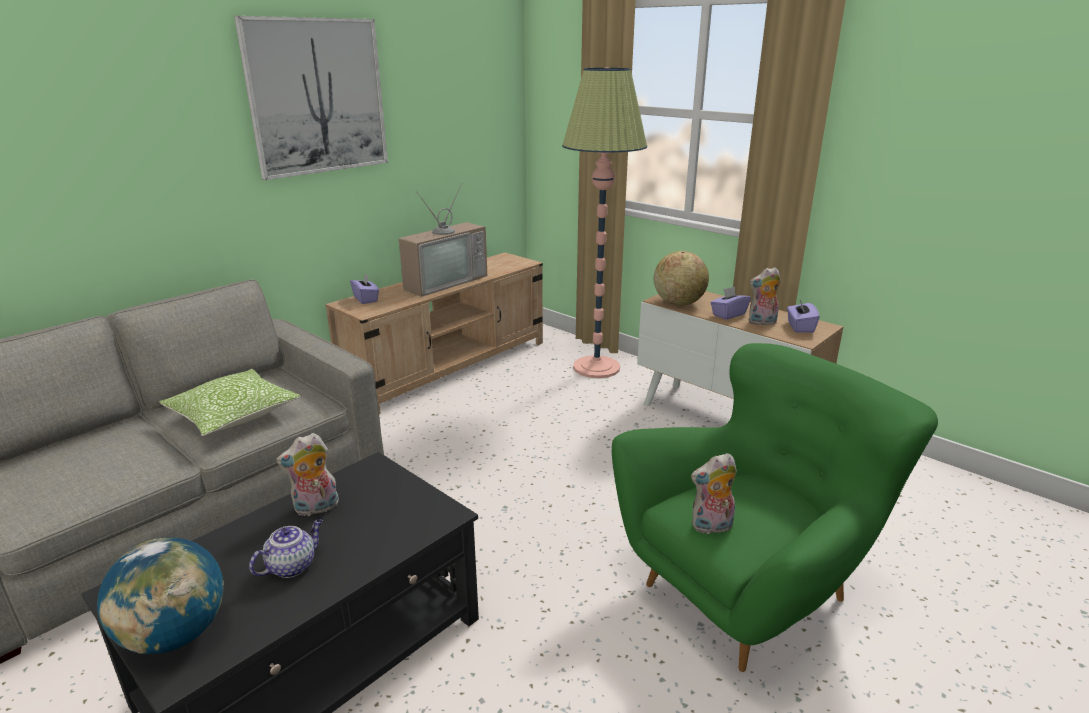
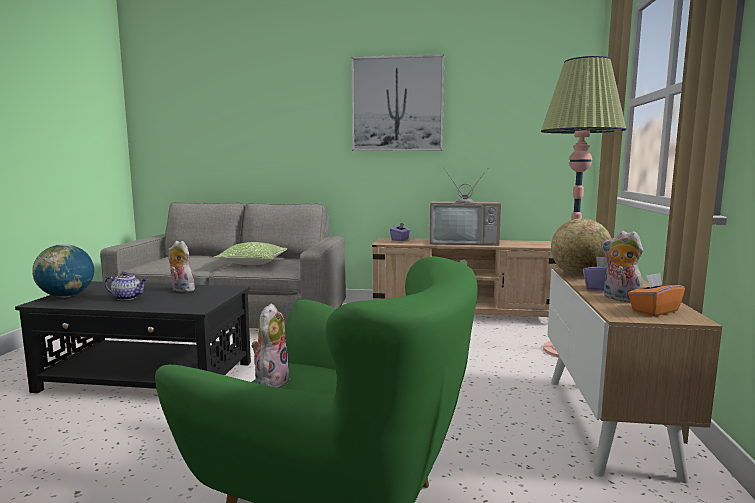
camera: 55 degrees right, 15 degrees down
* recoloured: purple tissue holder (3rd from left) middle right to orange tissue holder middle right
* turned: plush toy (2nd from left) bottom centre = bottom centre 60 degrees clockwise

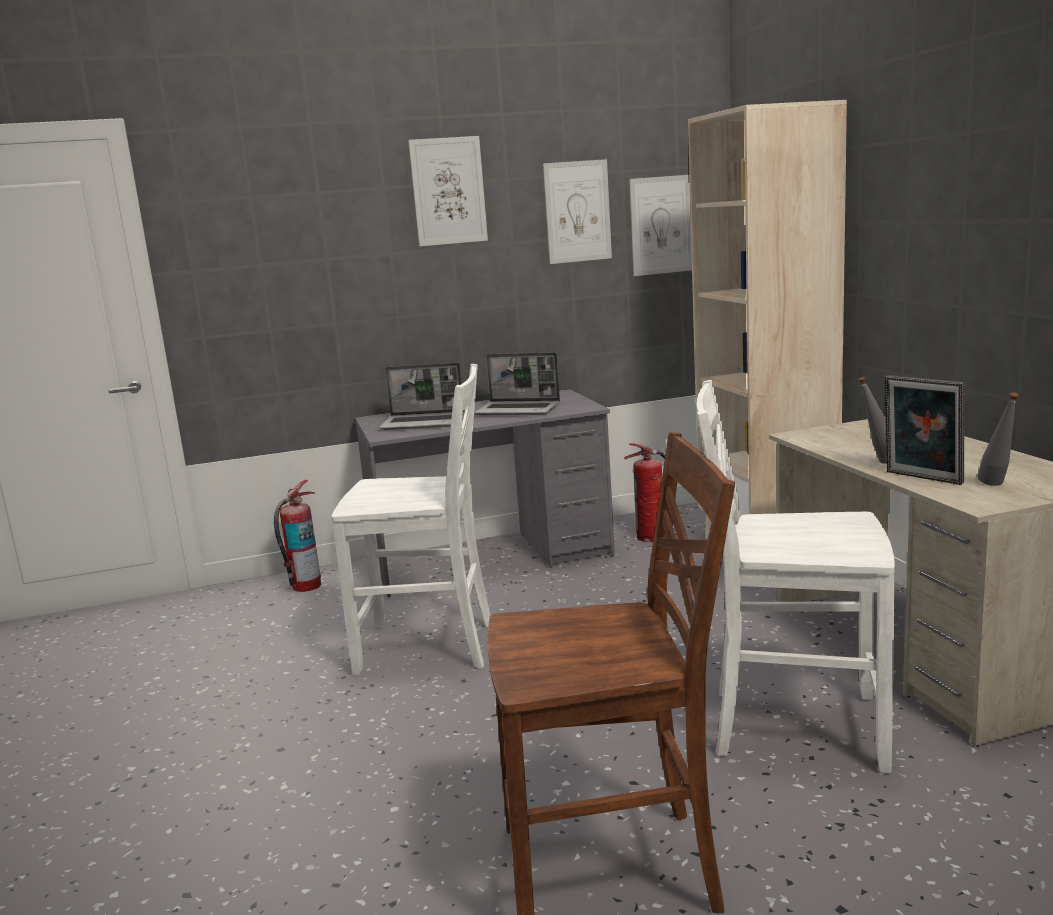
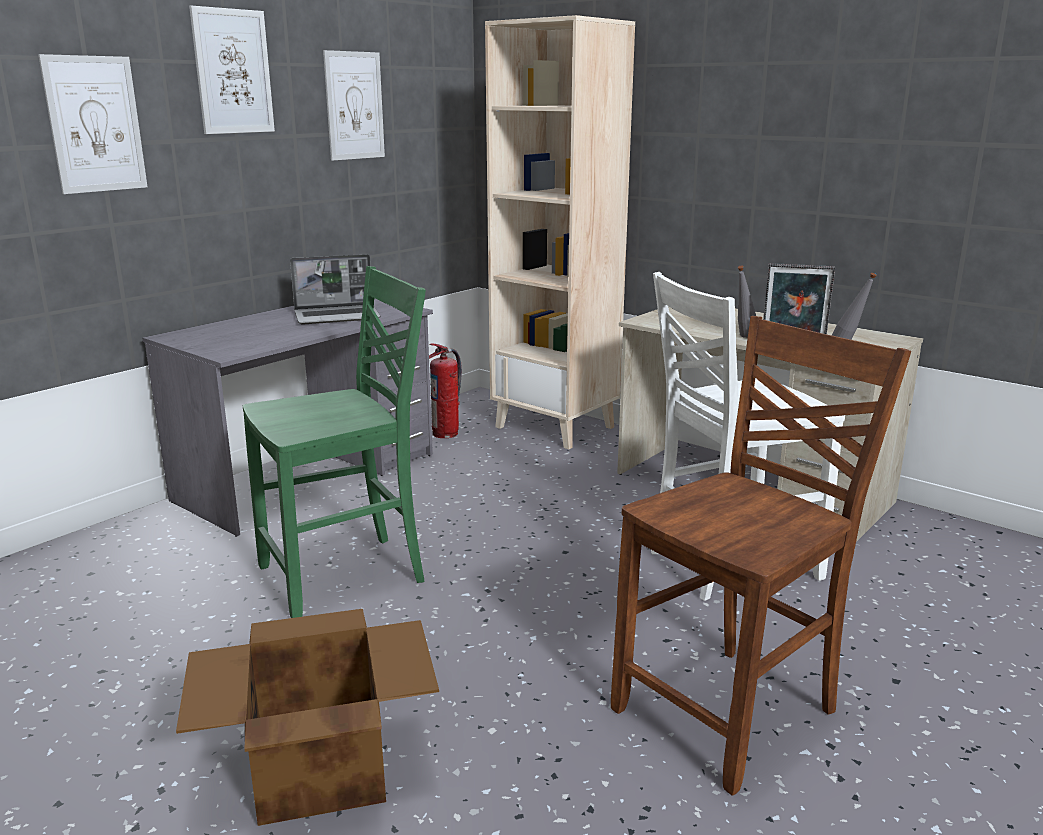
camera: 35 degrees left, 5 degrees up
* removed: fire-fighting cylinder (1st from left) middle left
* removed: notebook computer (1st from left) centre
* added: carton bottom left
* moved: wall art (3rd from left in the first image) top centre to wall art (1st from left) top left
* recoloured: whitish plain chair (1st from left) centre to green-coloured plain chair middle left

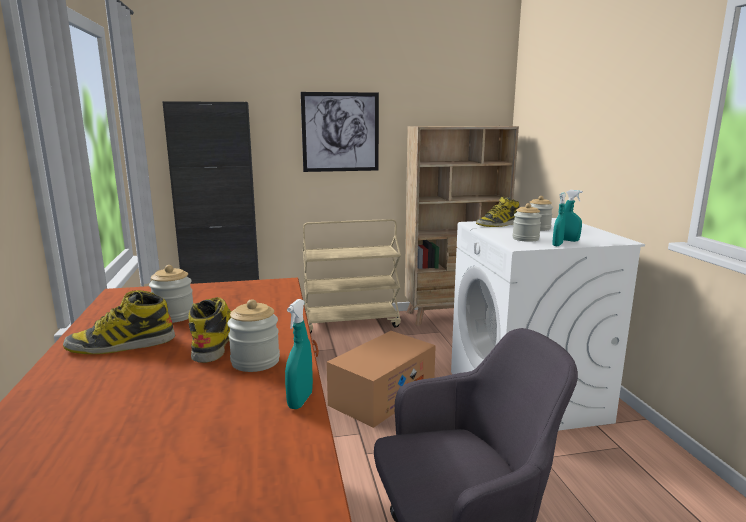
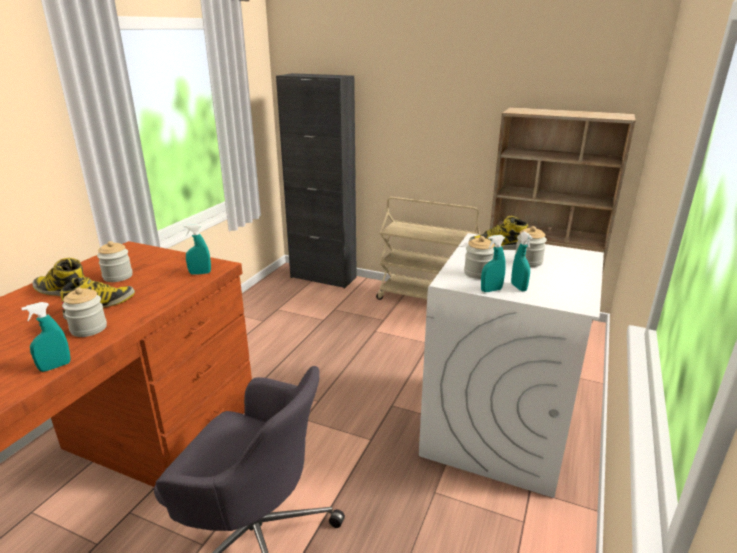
camera: 35 degrees right, 10 degrees up
* removed: wall art top centre
* removed: carton bottom centre
* added: blue-green spray bottle (2nd from left) middle left

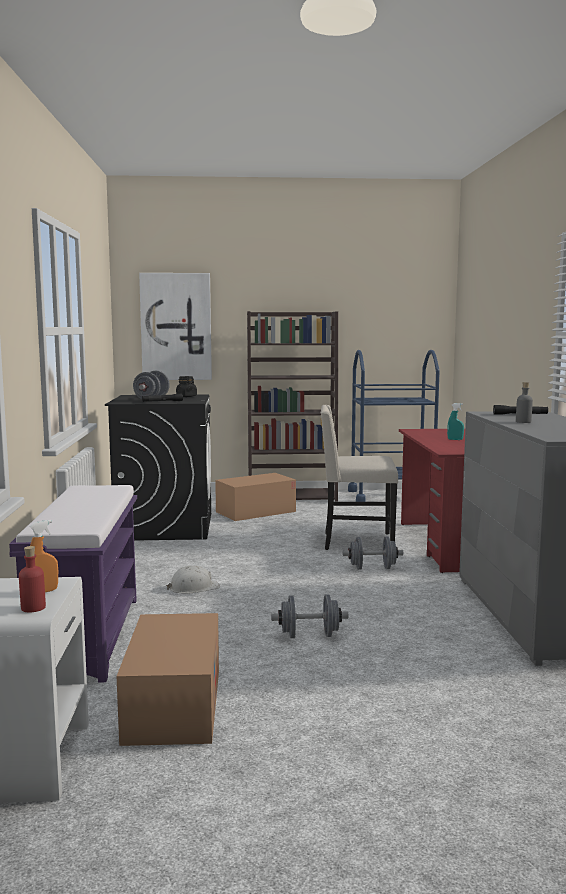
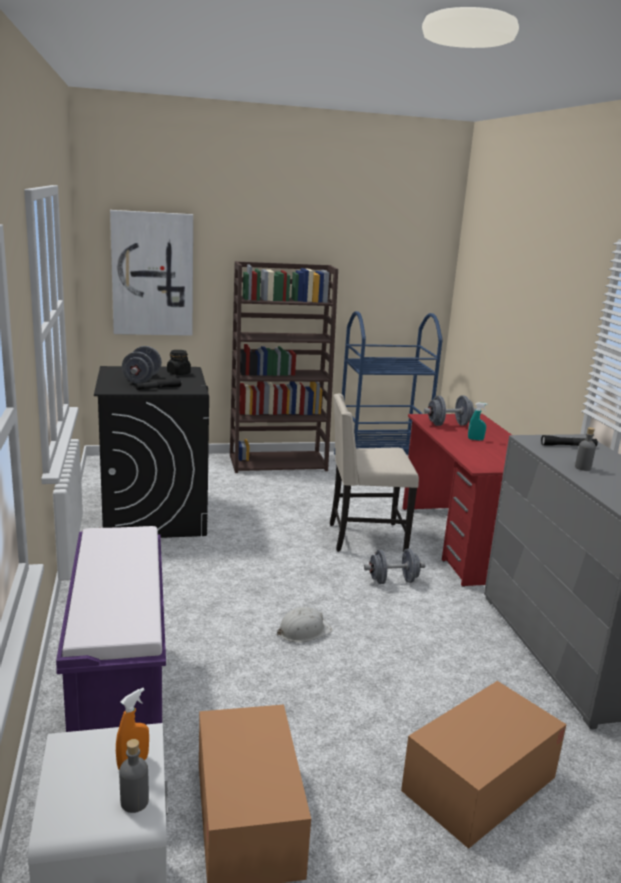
camera: 10 degrees left, 10 degrees up
* moved: whitish hard hat centre to bottom centre
* moved: carton (2nd from left) centre to bottom right
* moved: greyish dumbbell (2nd from left in the first image) bottom centre to greyish dumbbell (3rd from left) middle right
* recoloured: reddish bottle middle left to greyish bottle (1st from left) bottom left

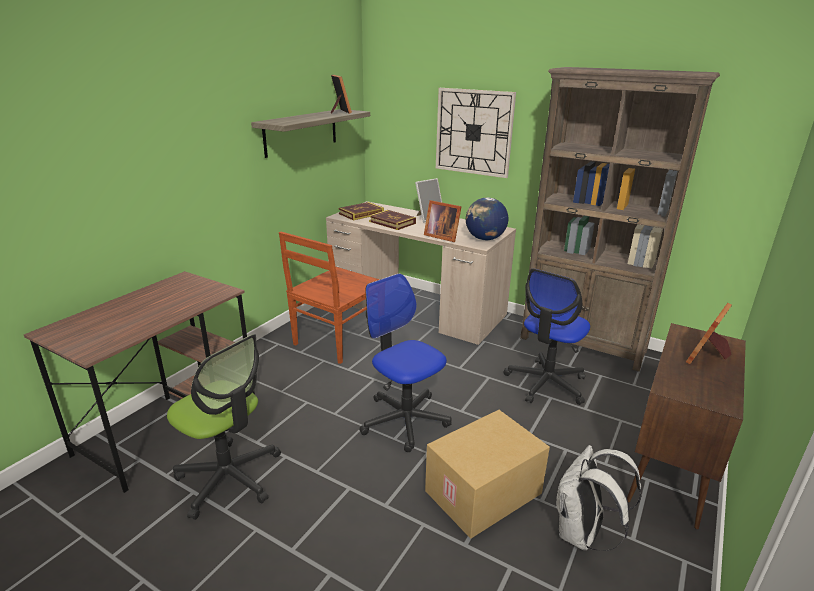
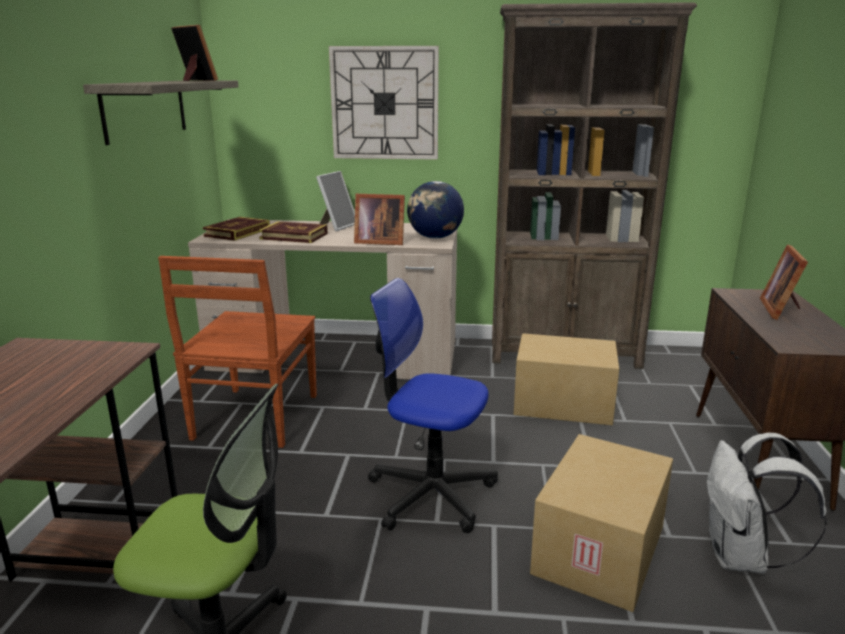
camera: 25 degrees left, 5 degrees down
* replaced: desk chair (3rd from left) middle right to carton (1st from left) middle right

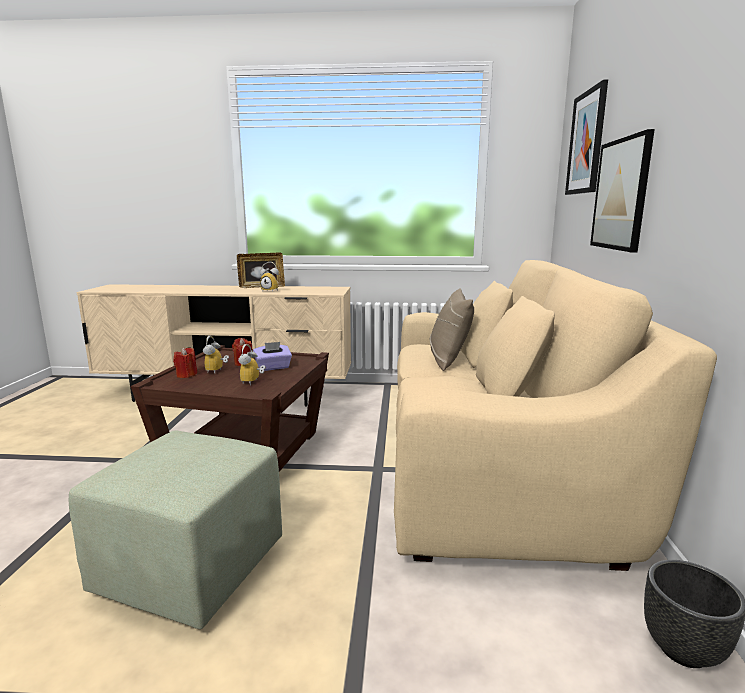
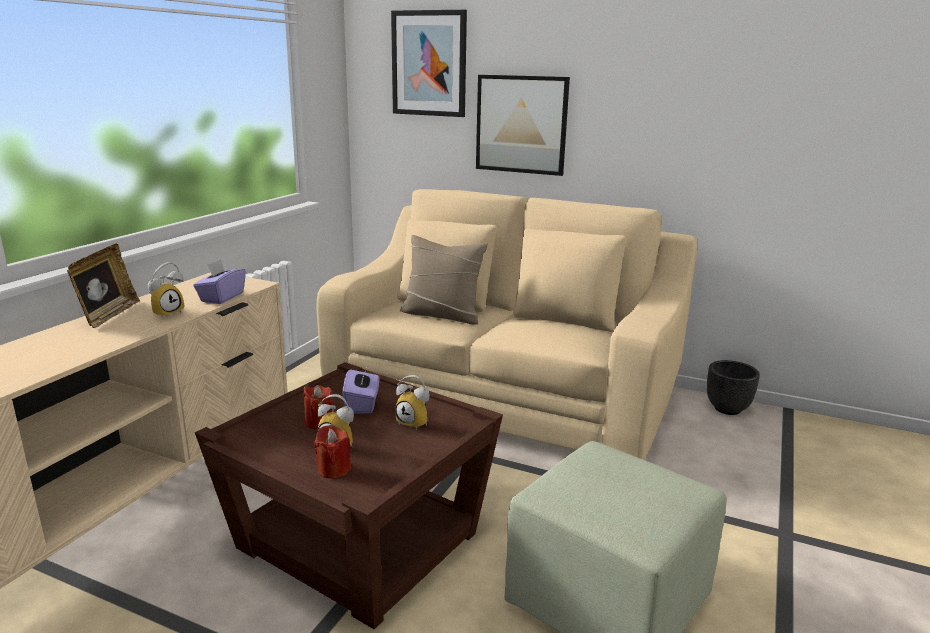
camera: 70 degrees left, 5 degrees up
* added: purple tissue holder (1st from left) middle left

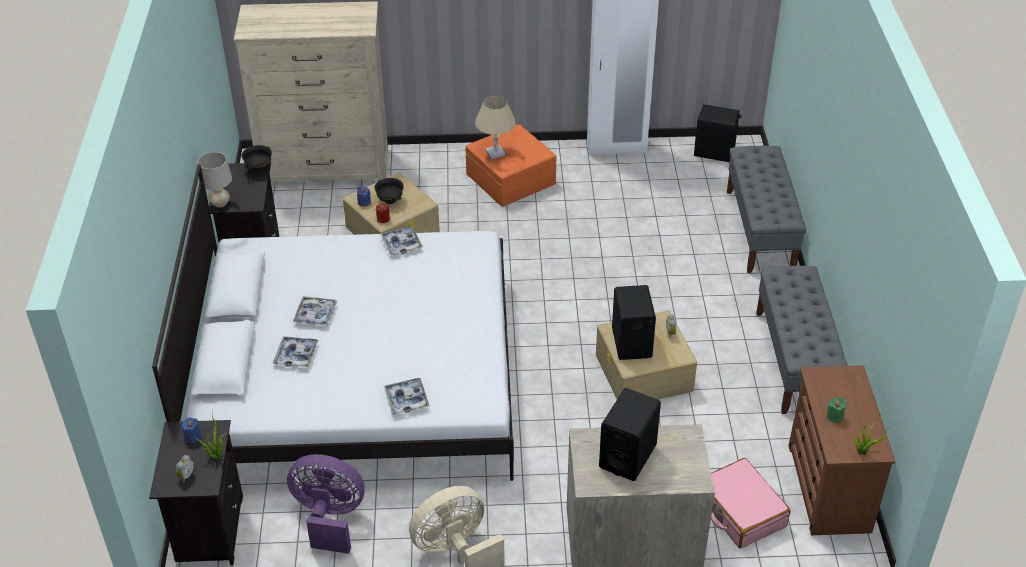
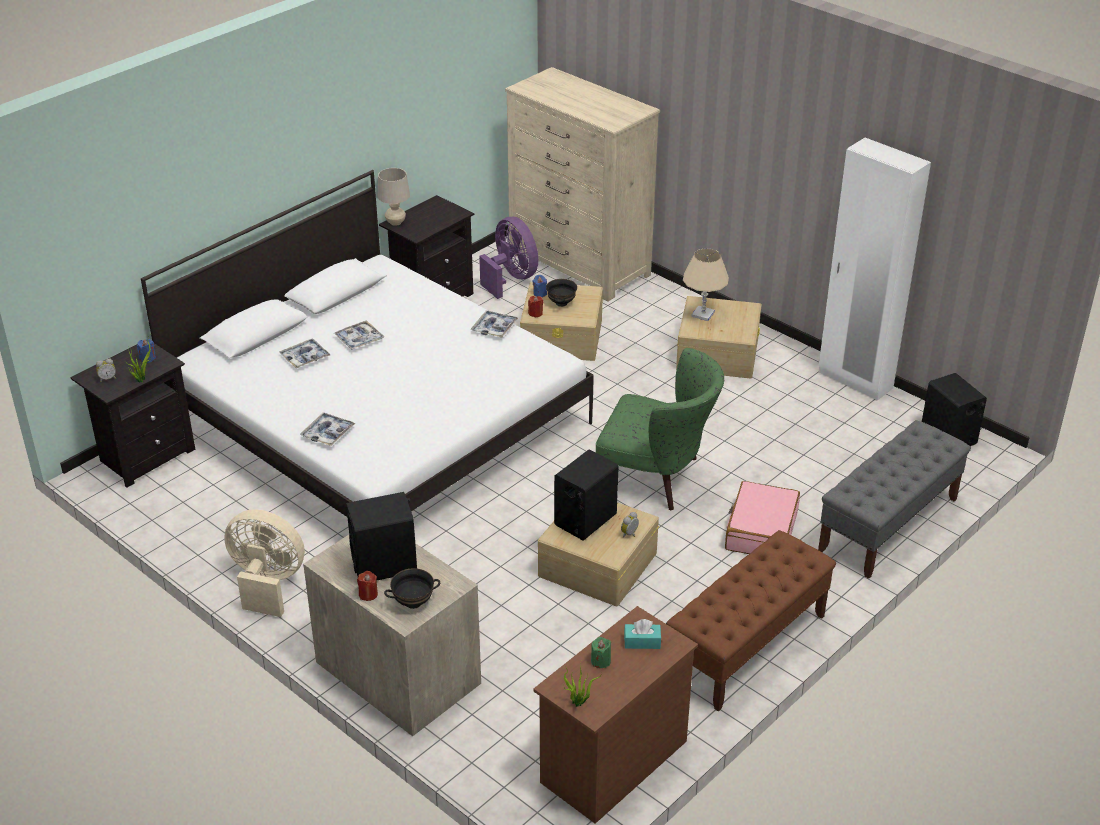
camera: 45 degrees right, 5 degrees down
* added: reddish candle (1st from left) bottom centre
* added: green-coloured lounge chair centre
* added: blue-green tissue holder bottom centre
* moved: blackish serving bowl (1st from left) top left to bottom centre
* moved: purple cooling fan bottom left to top centre
* moved: pink-coloured suitcase bottom right to middle right
* recoloured: orange storage box top centre to sand-coloured storage box (3rd from left) centre
* recoloured: greyish long seat (2nd from left) middle right to brownish long seat bottom right

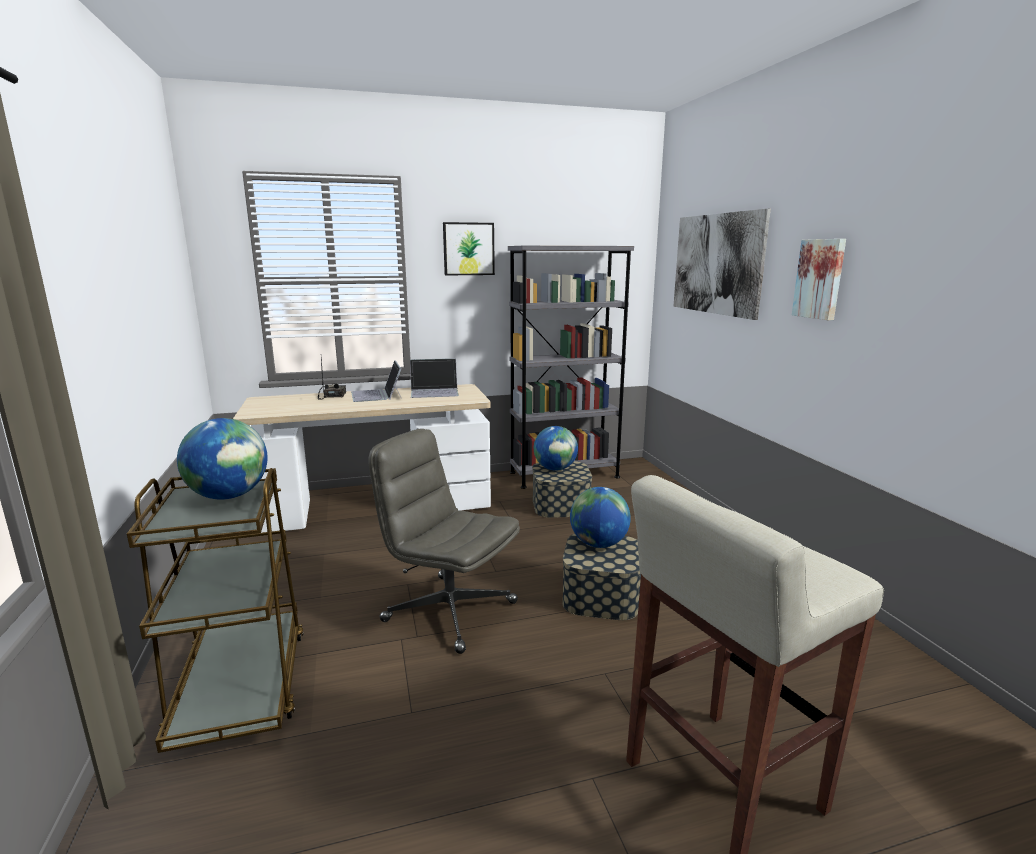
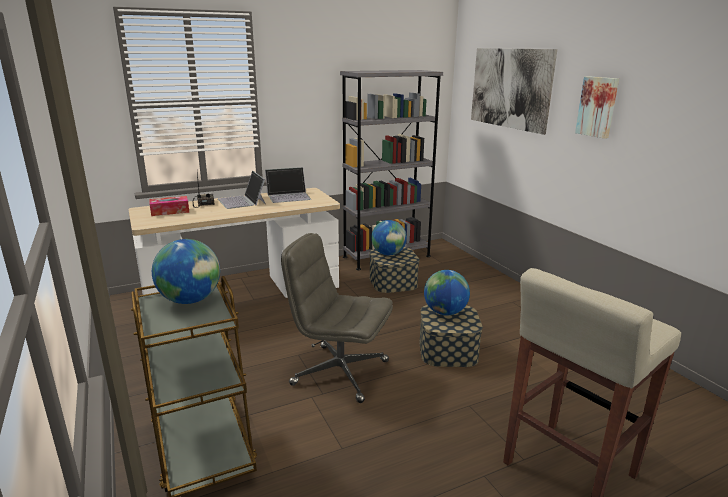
camera: 10 degrees left, 5 degrees up
* removed: wall art (1st from left) top centre
* added: tissue holder middle left

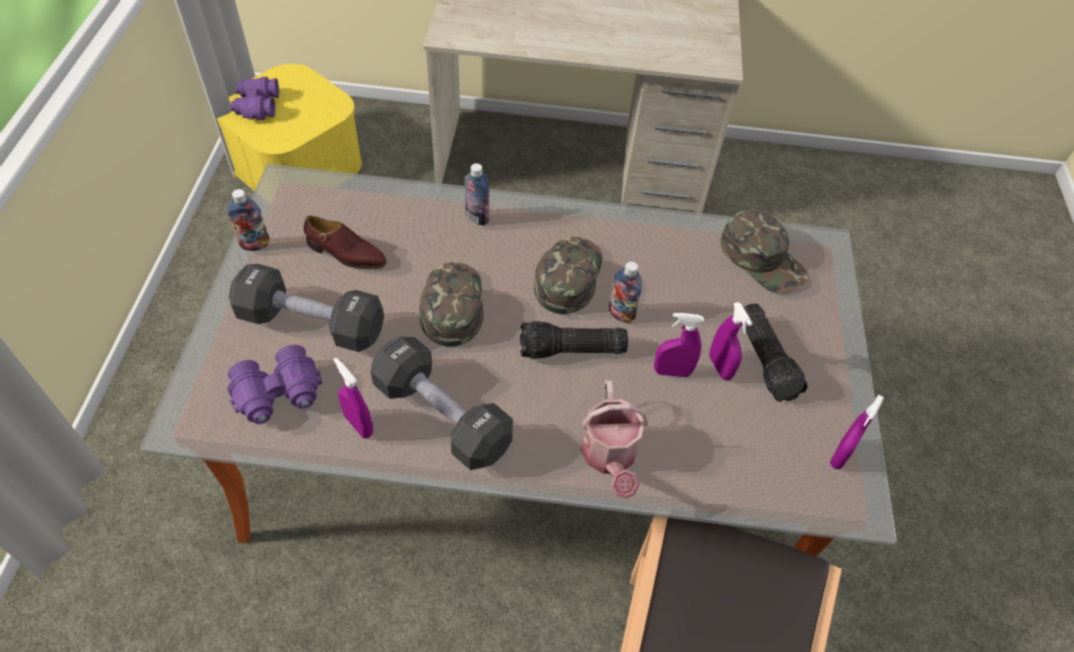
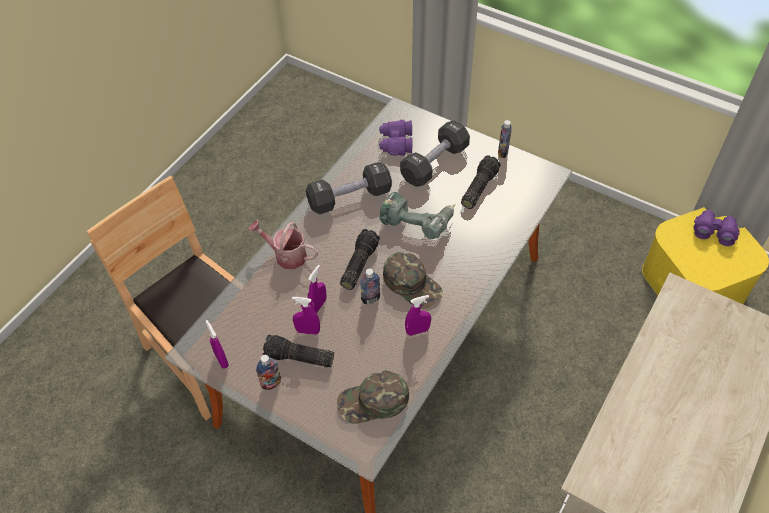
camera: 120 degrees right, 0 degrees up
* moved: purple spray bottle (1st from left in the first image) middle left to purple spray bottle (4th from left) centre
* moved: bottle (2nd from left in the first image) top centre to bottle (1st from left) bottom centre
* replaced: brownish low shoe middle left to hand torch (3rd from left) centre
* replaced: green-coloured peaked cap (1st from left) centre to drill centre

